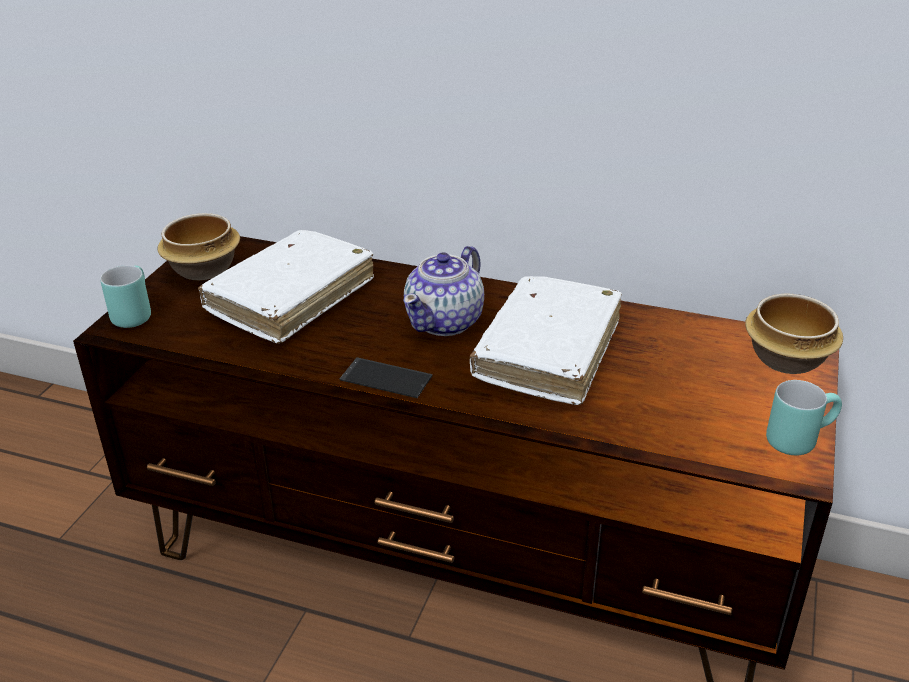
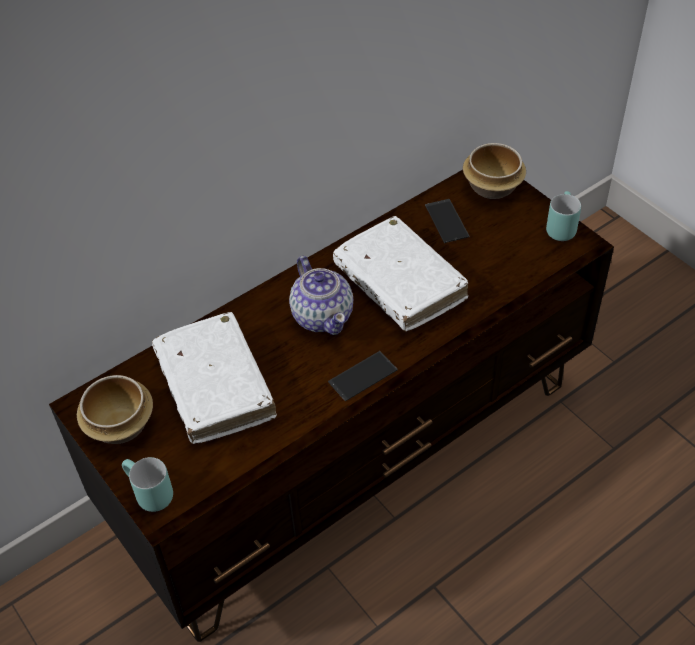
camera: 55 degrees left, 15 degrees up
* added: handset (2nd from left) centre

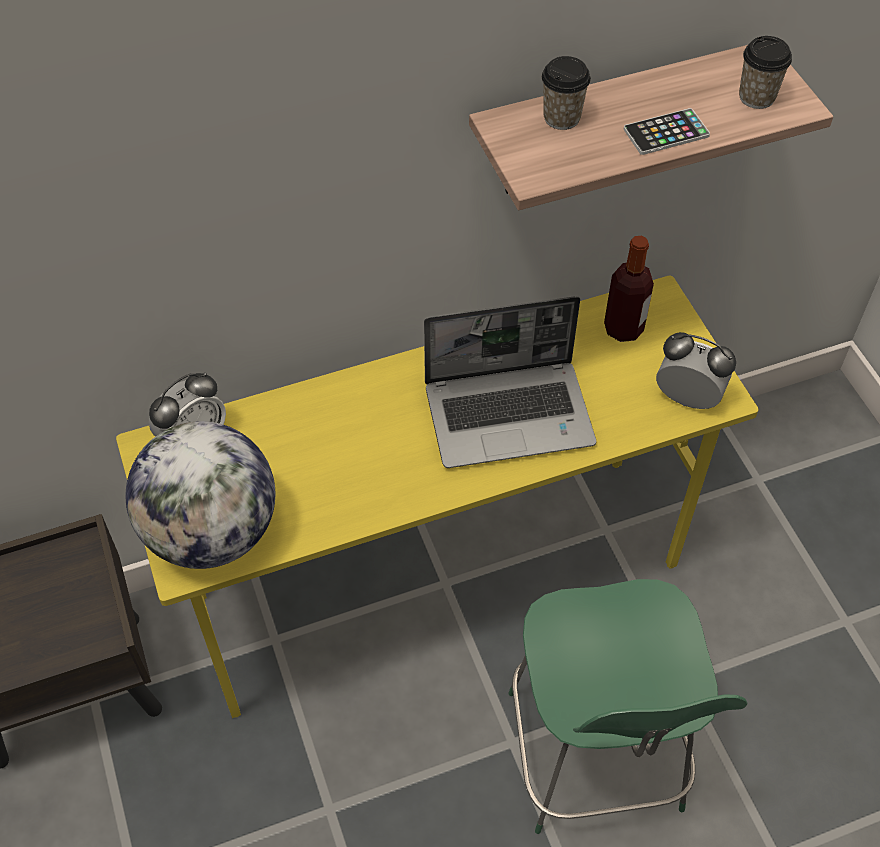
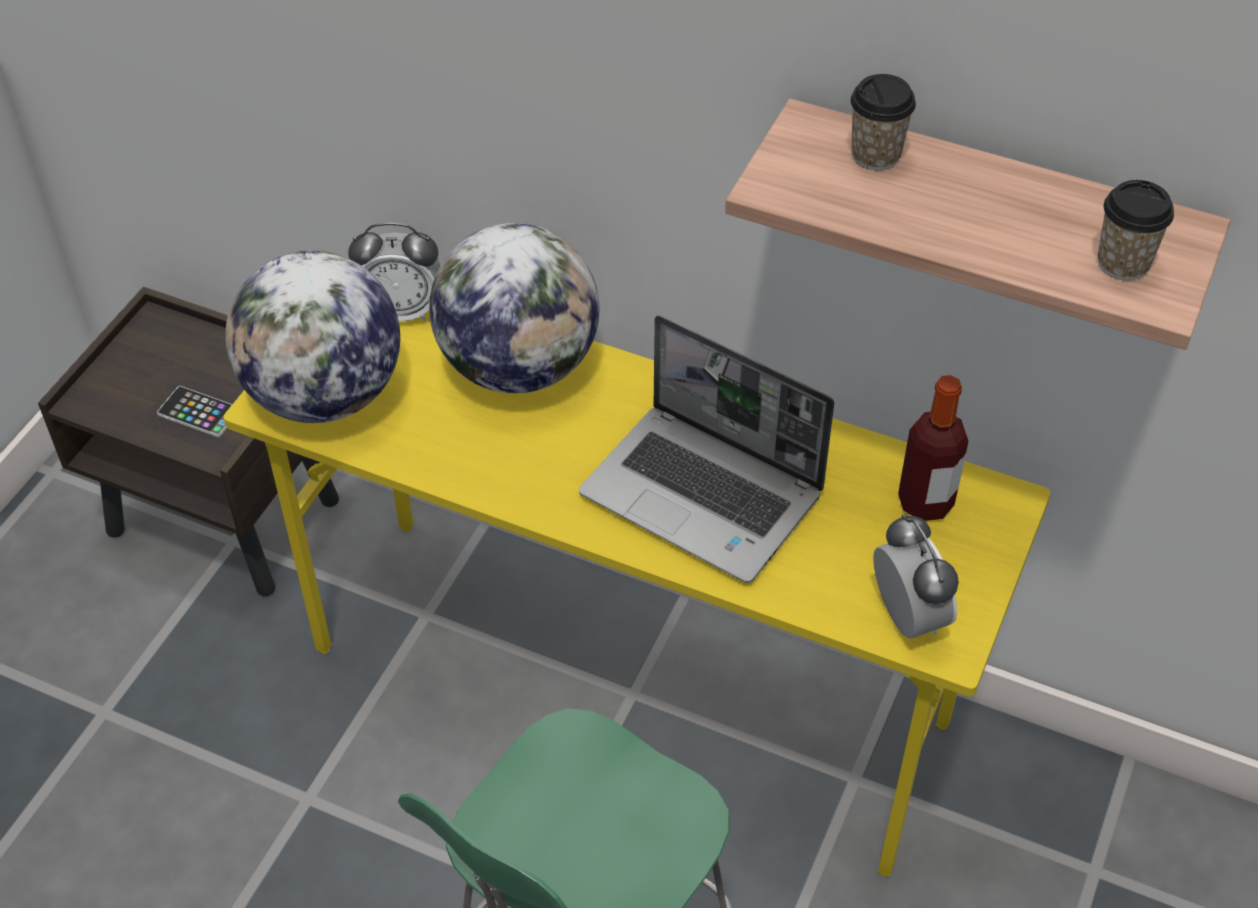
camera: 45 degrees right, 5 degrees down
* added: world globe (2nd from left) centre
* moved: handset top right to middle left

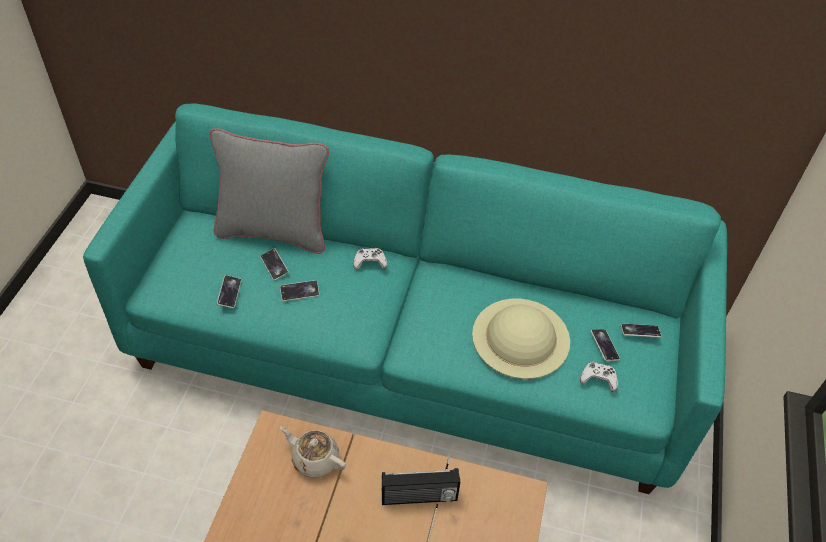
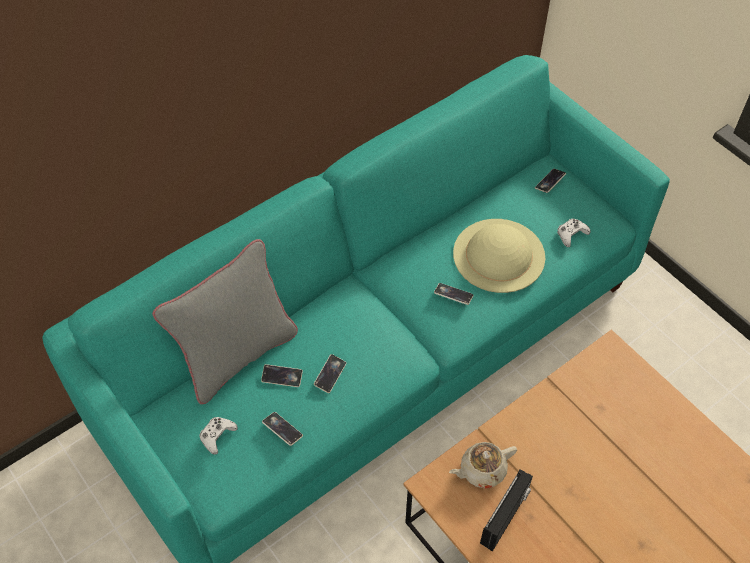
camera: 50 degrees left, 5 degrees up
* moved: whitish joypad (1st from left) centre to bottom left
* moved: radio receiver bottom centre to bottom right
* moved: handset (4th from left) middle right to centre

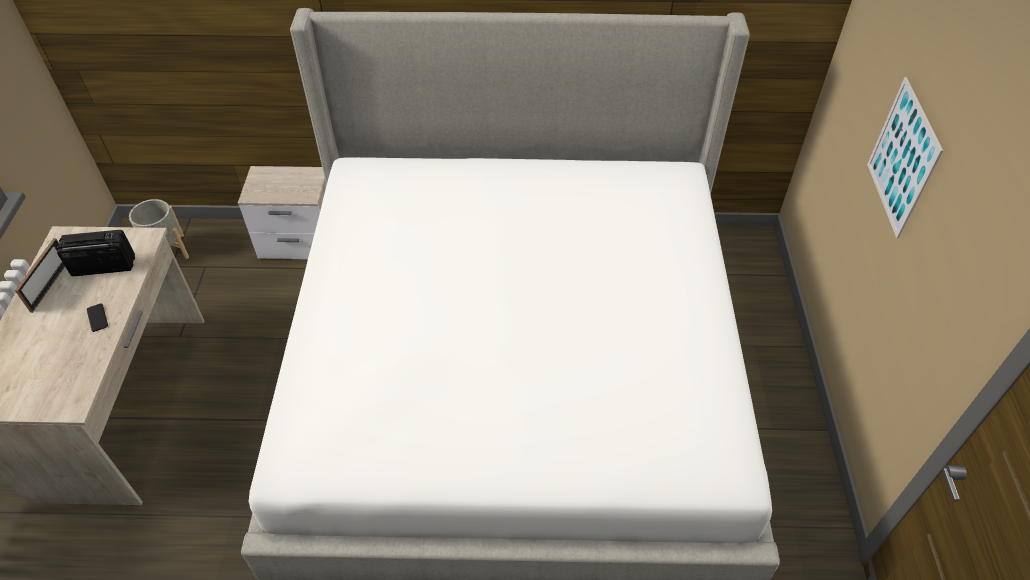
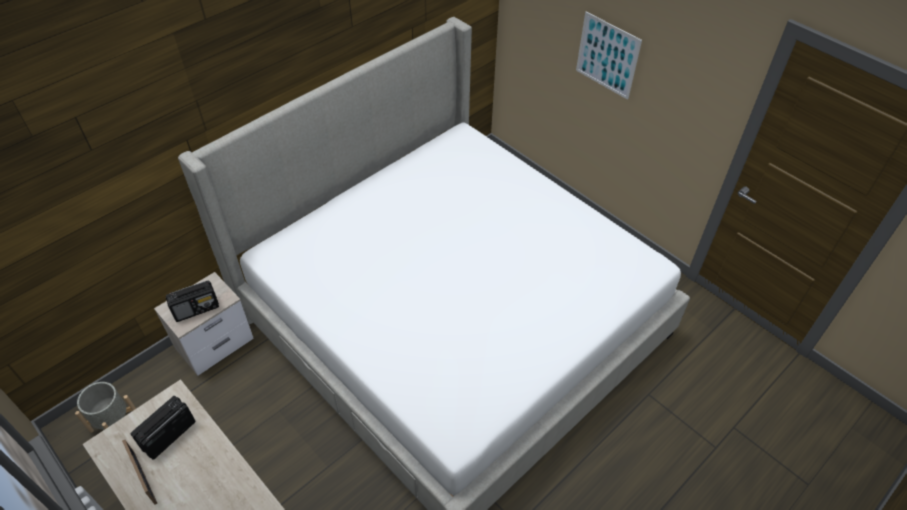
camera: 45 degrees left, 0 degrees up
* removed: handset middle left
* added: radio receiver (2nd from left) middle left

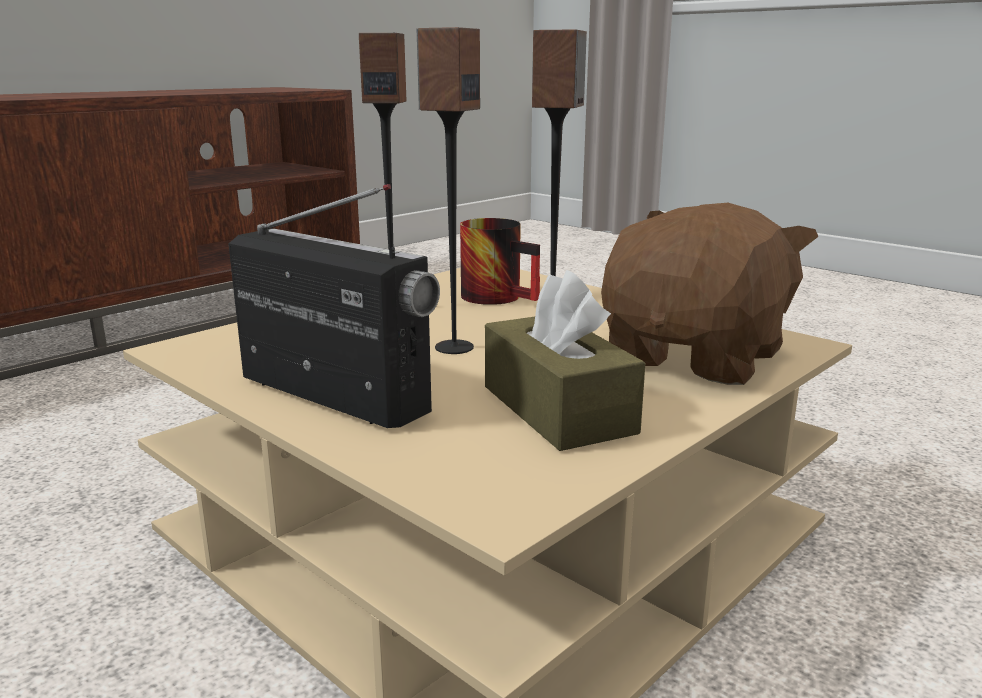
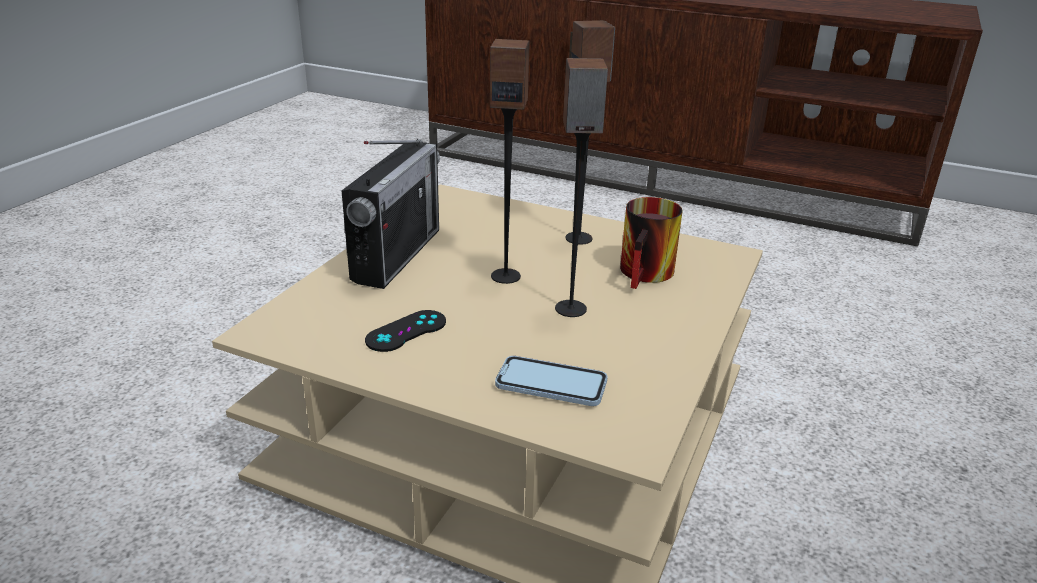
camera: 70 degrees right, 10 degrees up
* replaced: brownish tissue holder centre to blackish joypad centre
* replaced: brownish plush toy middle right to handset centre

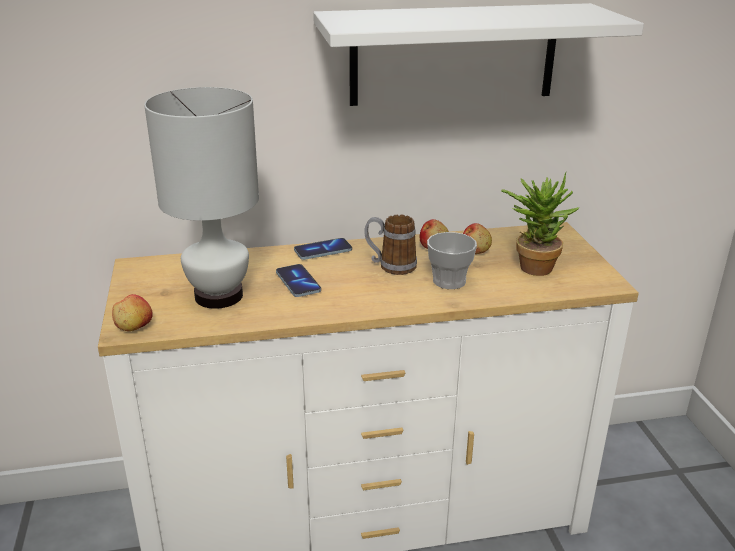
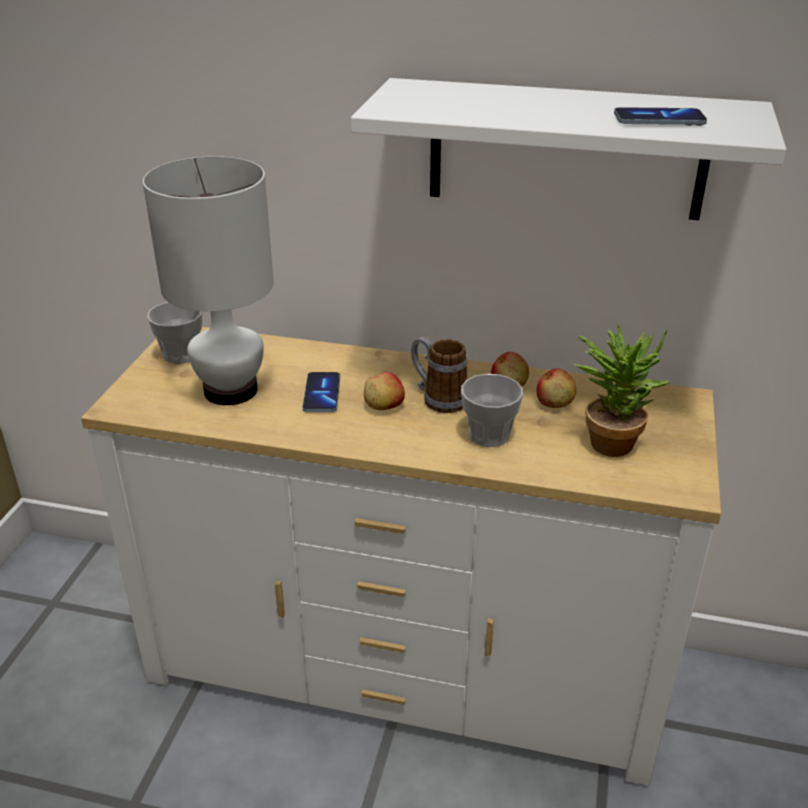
camera: 25 degrees right, 5 degrees up
* added: cup (1st from left) middle left
* moved: apple (1st from left) middle left to centre
* moved: handset (2nd from left) centre to top right

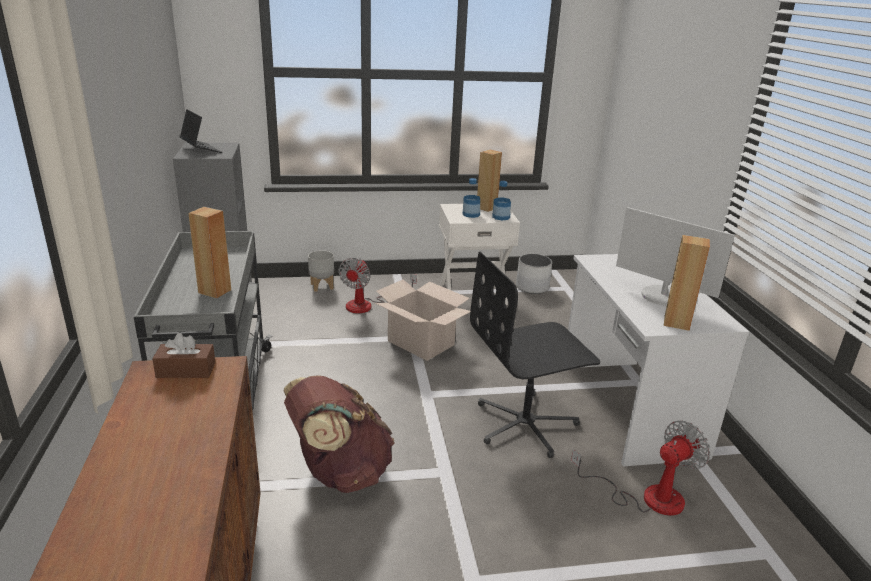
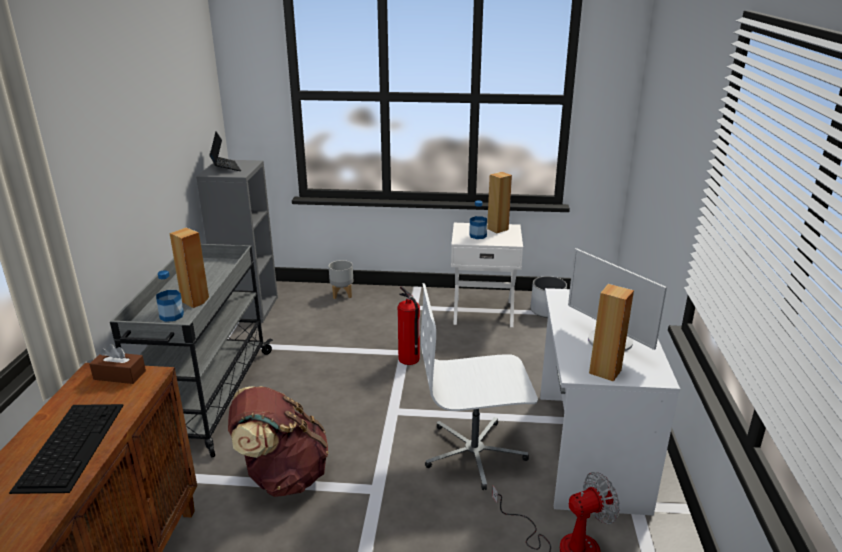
camera: 15 degrees right, 0 degrees up
* removed: cooling fan (1st from left) centre
* added: computer keyboard bottom left
* moved: bottle (2nd from left in the first image) centre to bottle (1st from left) middle left
* replaced: carton centre to fire-fighting cylinder centre
* recoloured: blackish desk chair centre to whitish desk chair bottom centre

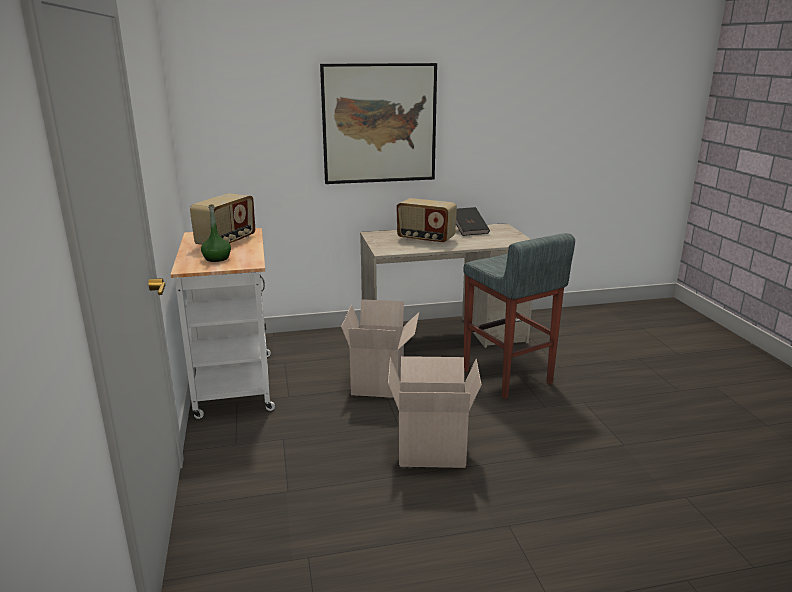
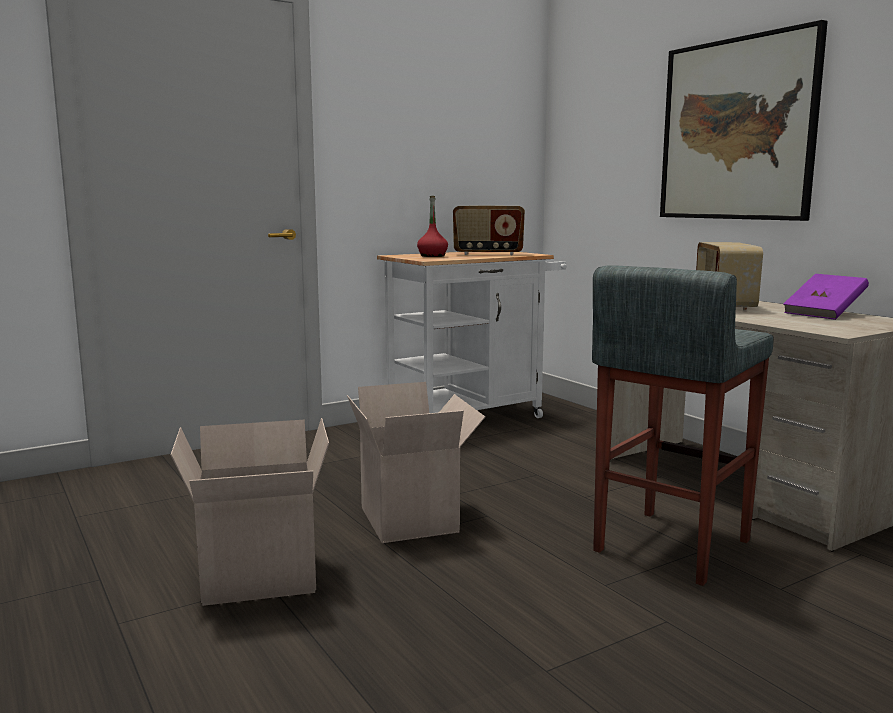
camera: 70 degrees right, 10 degrees down
* moved: carton (1st from left) centre to bottom left
* recoloured: green-coloured bottle middle left to reddish bottle top centre
* recoloured: blackish bound book centre to purple bound book middle right

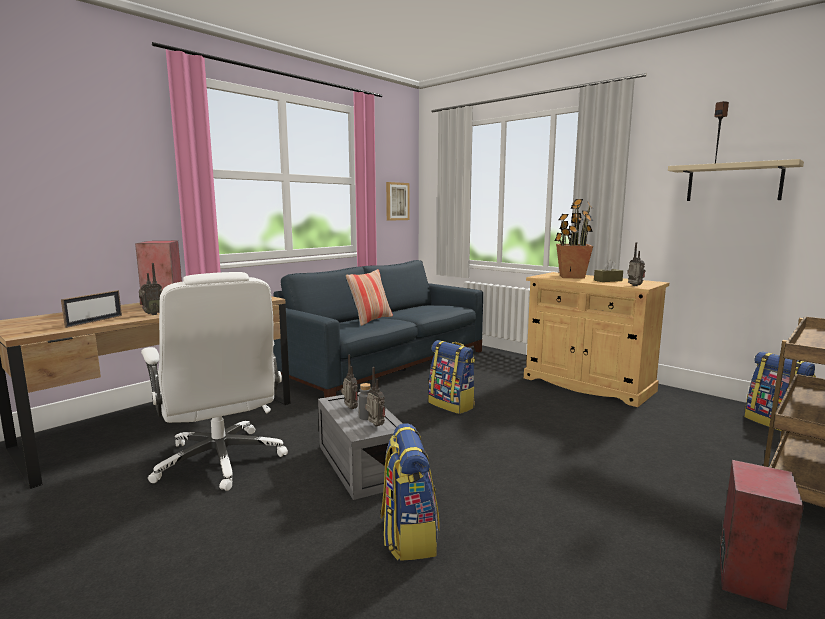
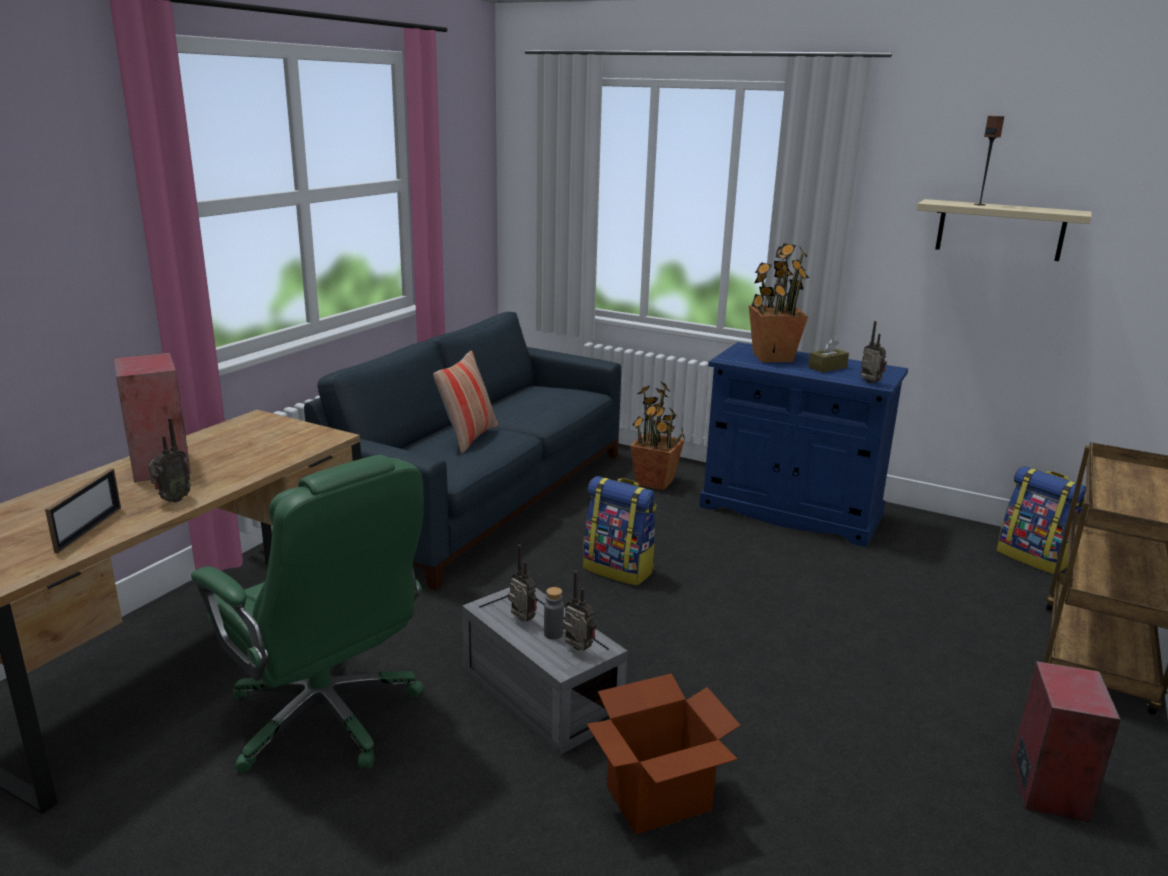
camera: 15 degrees left, 10 degrees up
* removed: wall art top centre
* added: potted plant (1st from left) centre
* replaced: backpack (1st from left) bottom centre to carton bottom centre
* recoloured: whitish desk chair middle left to green-coloured desk chair bottom left
* recoloured: sand-coloured storage cabinet middle right to blue-coloured storage cabinet middle right

